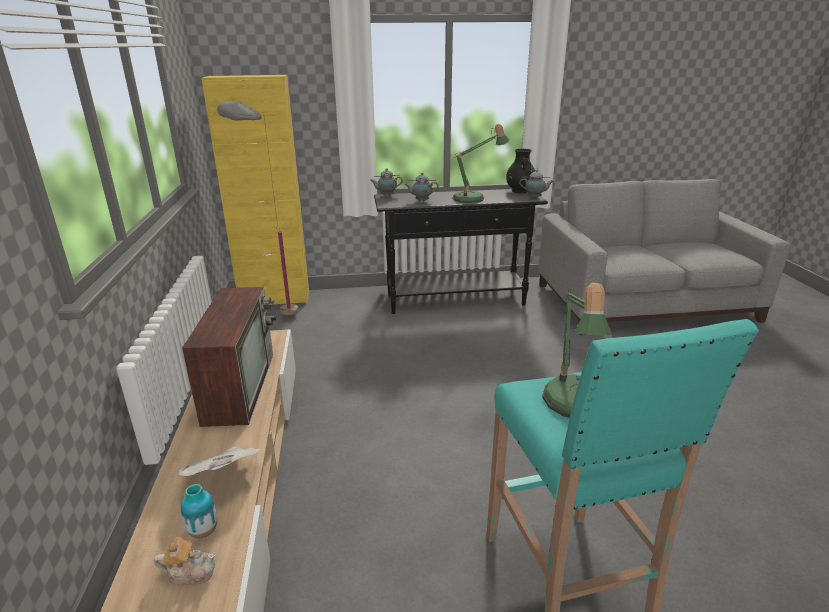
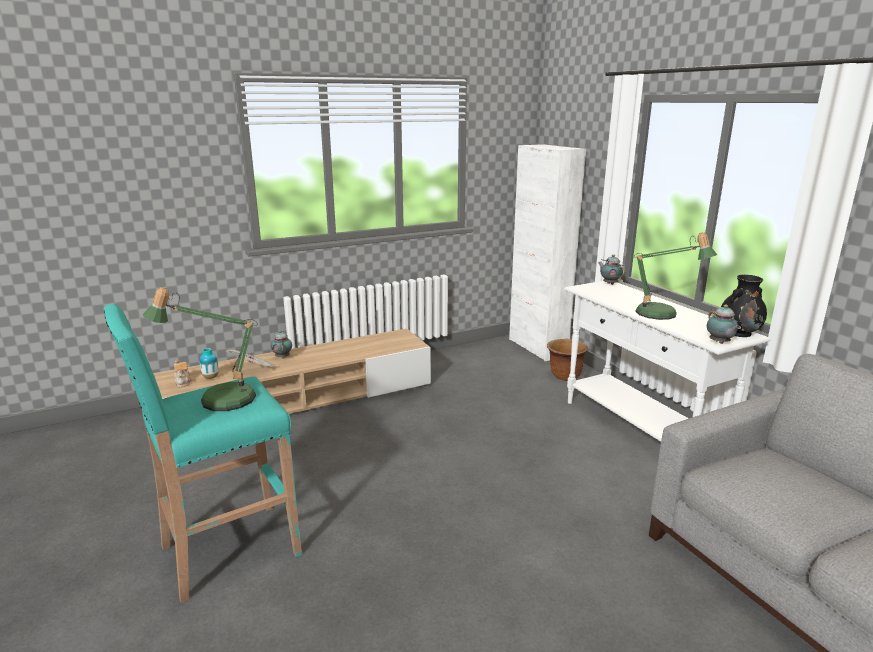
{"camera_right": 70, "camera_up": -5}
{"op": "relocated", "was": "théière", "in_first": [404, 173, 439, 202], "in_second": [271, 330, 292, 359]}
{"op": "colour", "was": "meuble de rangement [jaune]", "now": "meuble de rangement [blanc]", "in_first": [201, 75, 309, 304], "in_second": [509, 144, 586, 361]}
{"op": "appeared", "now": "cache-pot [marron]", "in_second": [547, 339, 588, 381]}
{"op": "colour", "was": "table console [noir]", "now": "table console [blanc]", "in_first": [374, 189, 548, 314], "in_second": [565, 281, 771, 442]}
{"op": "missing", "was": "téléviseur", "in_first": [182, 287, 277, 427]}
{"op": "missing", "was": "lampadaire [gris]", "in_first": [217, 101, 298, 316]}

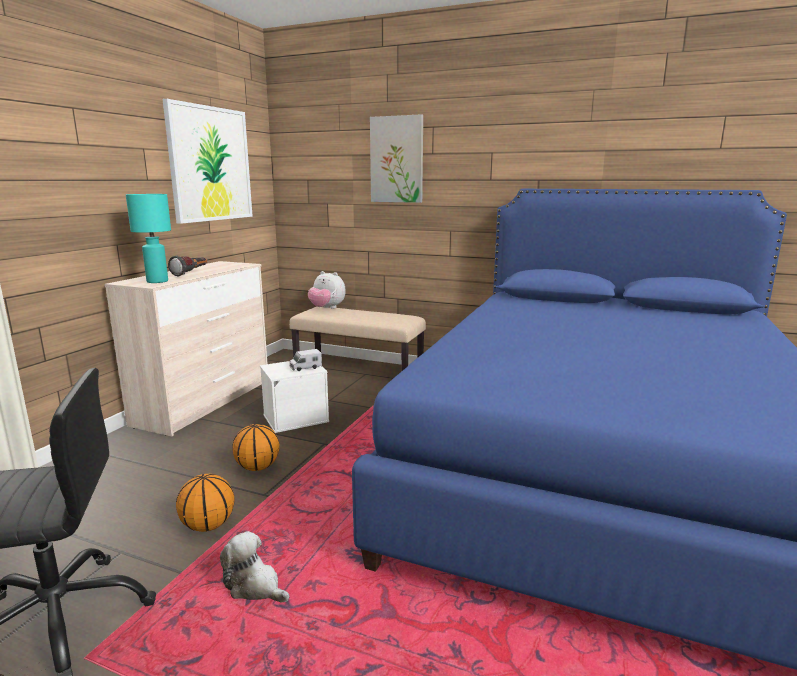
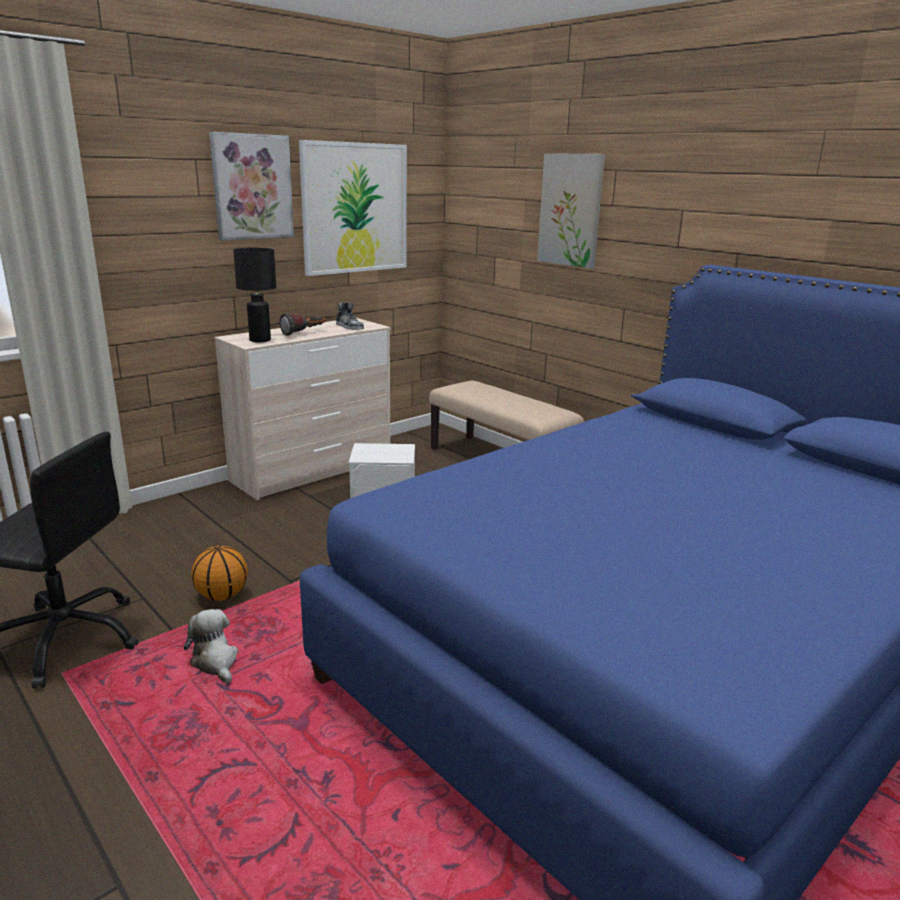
{"camera_right": 25, "camera_up": 5}
{"op": "appeared", "now": "tableau", "in_second": [209, 132, 294, 241]}
{"op": "colour", "was": "lampe de table [turquoise]", "now": "lampe de table [noir]", "in_first": [126, 194, 171, 283], "in_second": [233, 248, 276, 342]}
{"op": "appeared", "now": "chaussure", "in_second": [336, 303, 364, 330]}
{"op": "missing", "was": "ballon de basket", "in_first": [232, 424, 280, 471]}
{"op": "missing", "was": "camion jouet", "in_first": [289, 349, 322, 371]}
{"op": "missing", "was": "peluche", "in_first": [308, 271, 346, 309]}

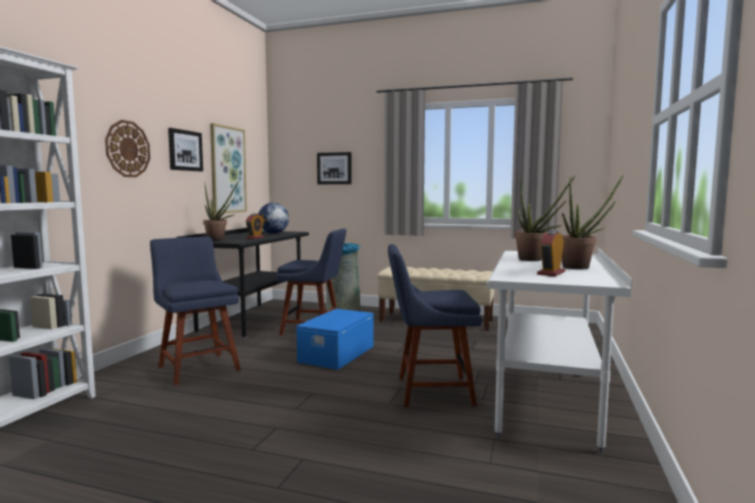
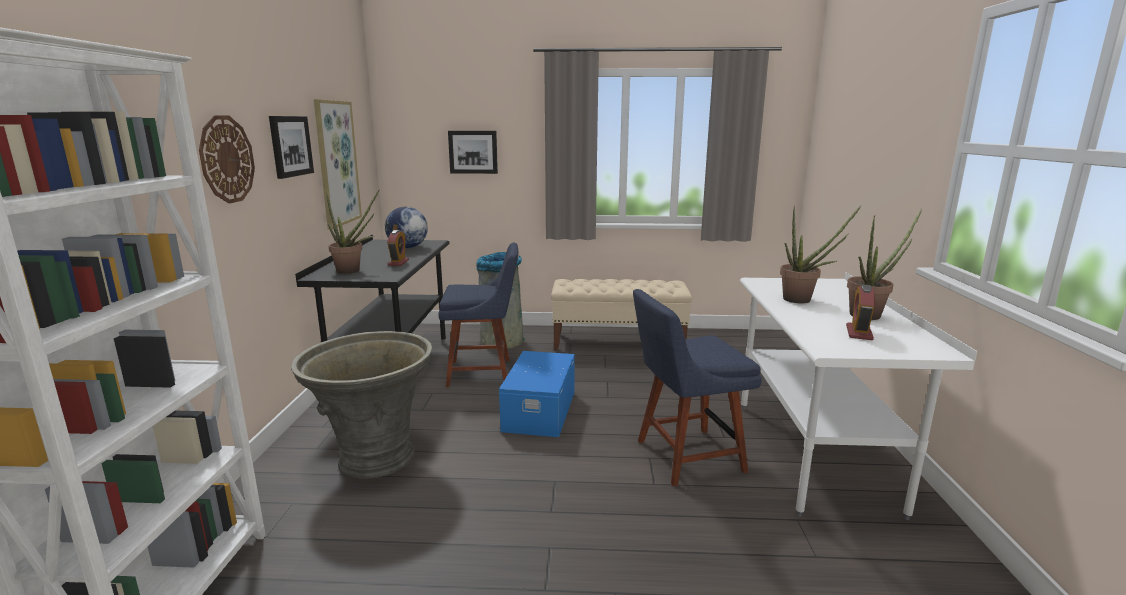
{"camera_right": -15, "camera_up": 10}
{"op": "exchanged", "was": "chaise [bleu]", "now": "cache-pot [gris]", "in_first": [150, 236, 241, 385], "in_second": [291, 331, 432, 479]}

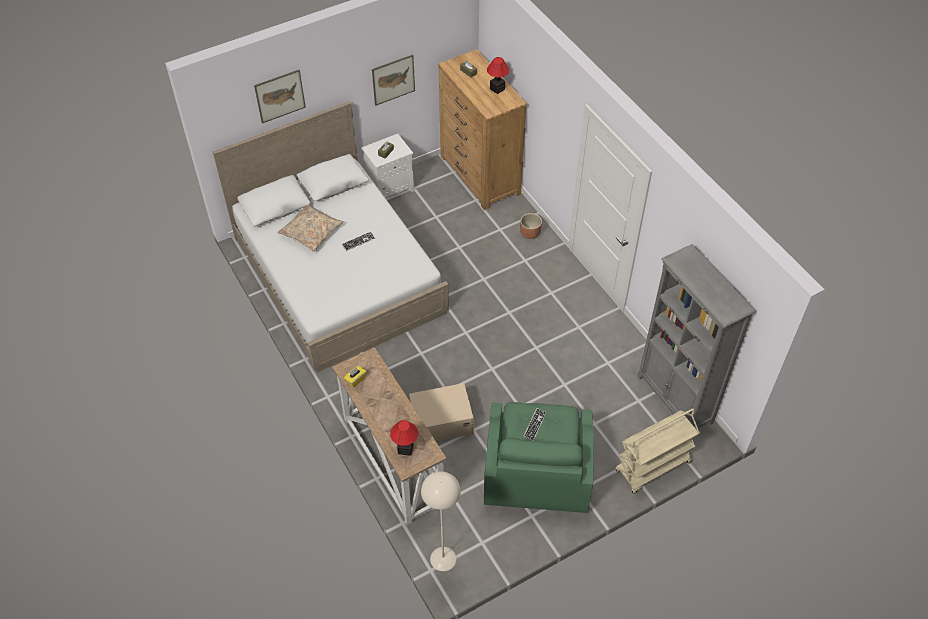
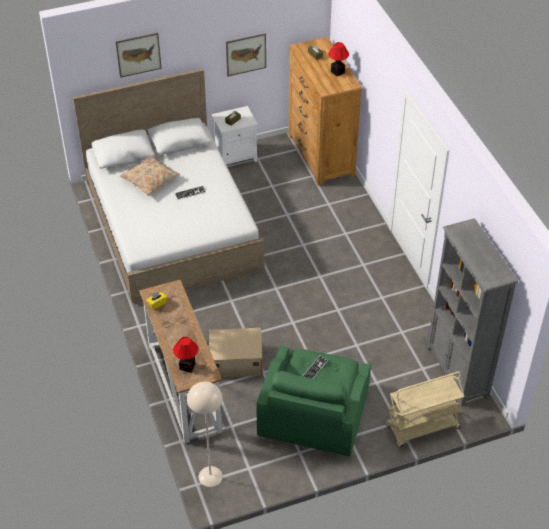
{"camera_right": 10, "camera_up": -5}
{"op": "missing", "was": "cache-pot [marron]", "in_first": [520, 213, 542, 239]}

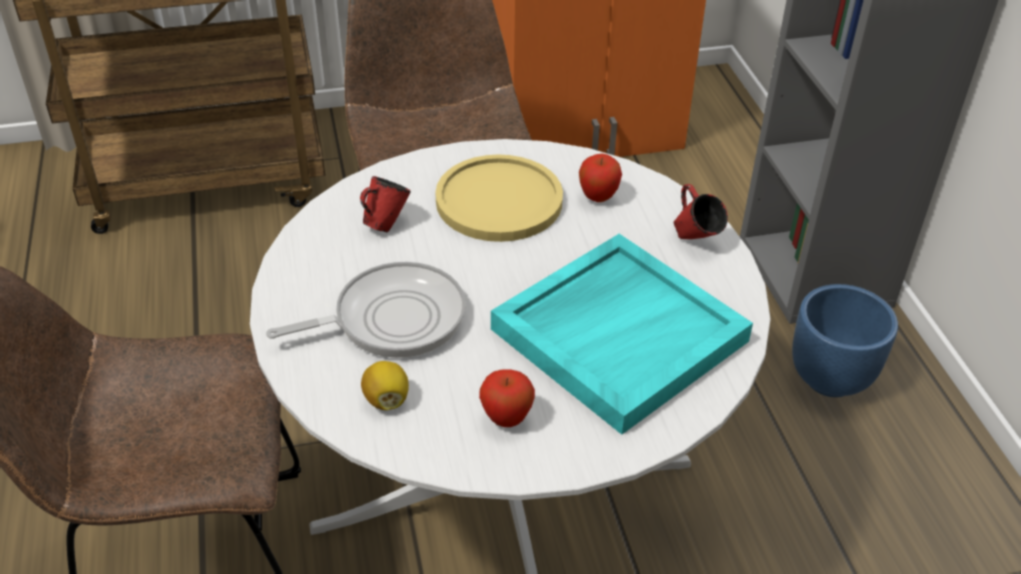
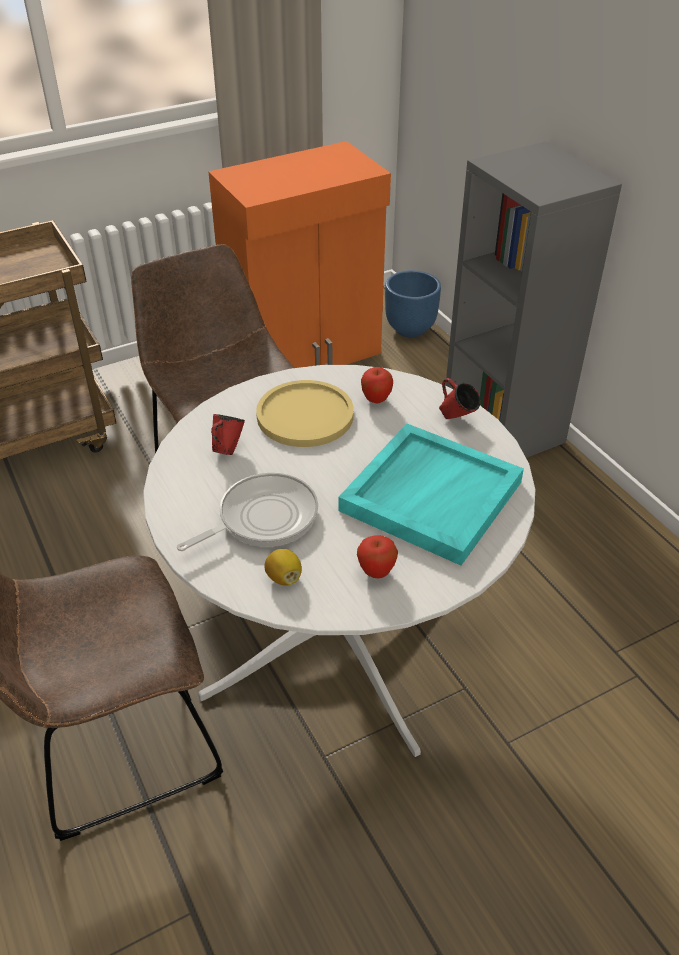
{"camera_right": -15, "camera_up": 0}
{"op": "relocated", "was": "cache-pot [bleu]", "in_first": [792, 284, 898, 397], "in_second": [385, 270, 441, 338]}

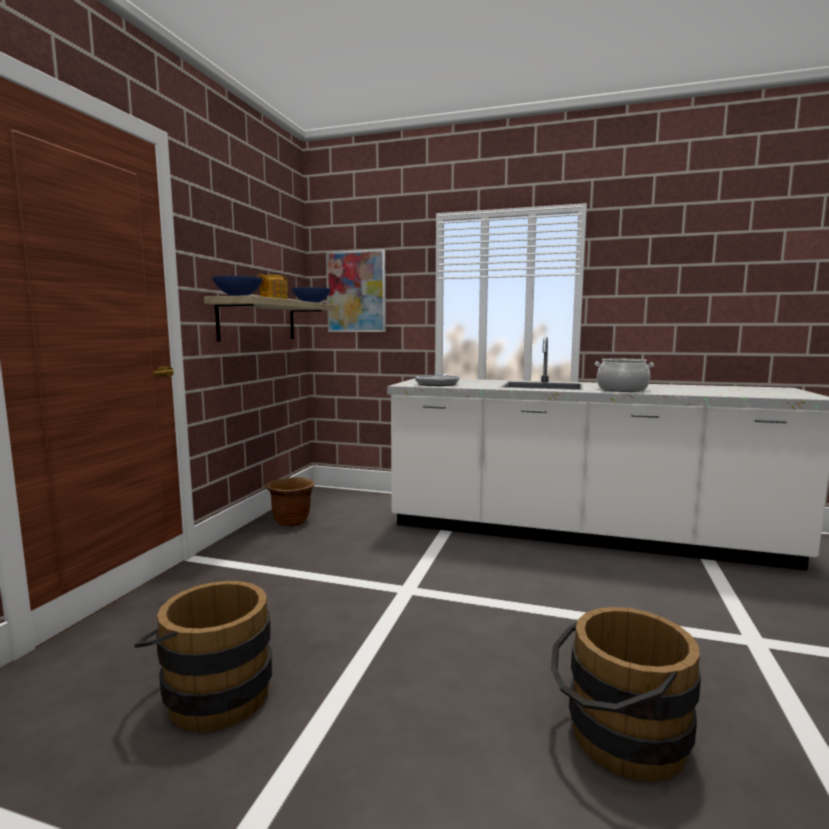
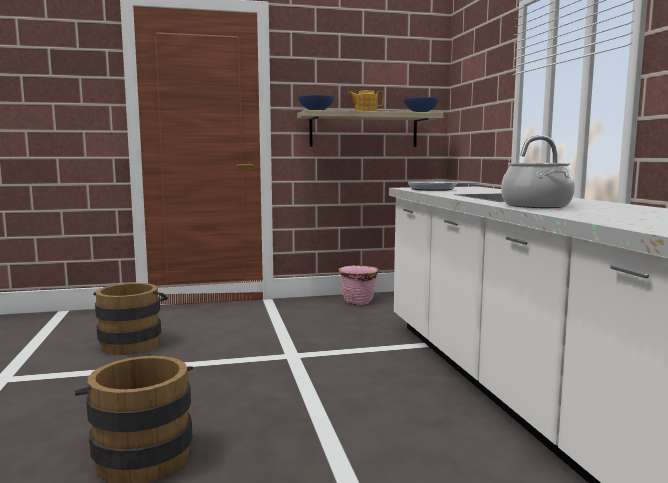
{"camera_right": 60, "camera_up": 0}
{"op": "colour", "was": "cache-pot [marron]", "now": "cache-pot [rose]", "in_first": [265, 477, 315, 526], "in_second": [338, 265, 379, 305]}
{"op": "missing", "was": "tableau", "in_first": [326, 249, 386, 332]}

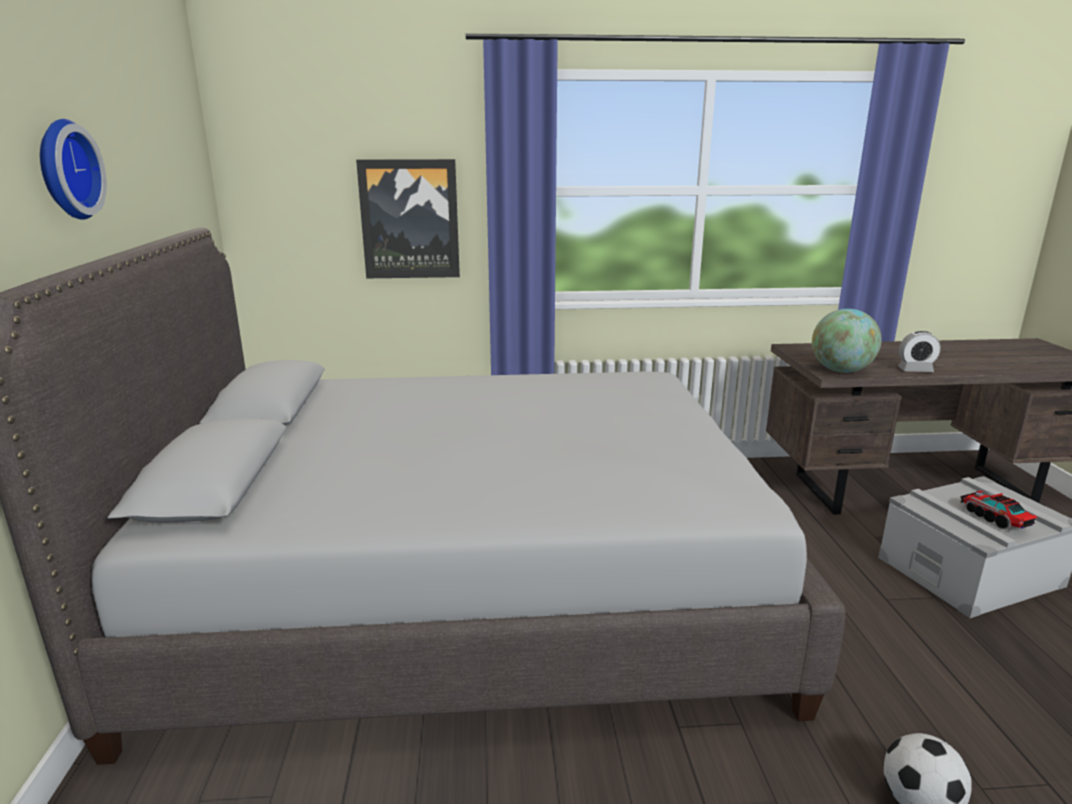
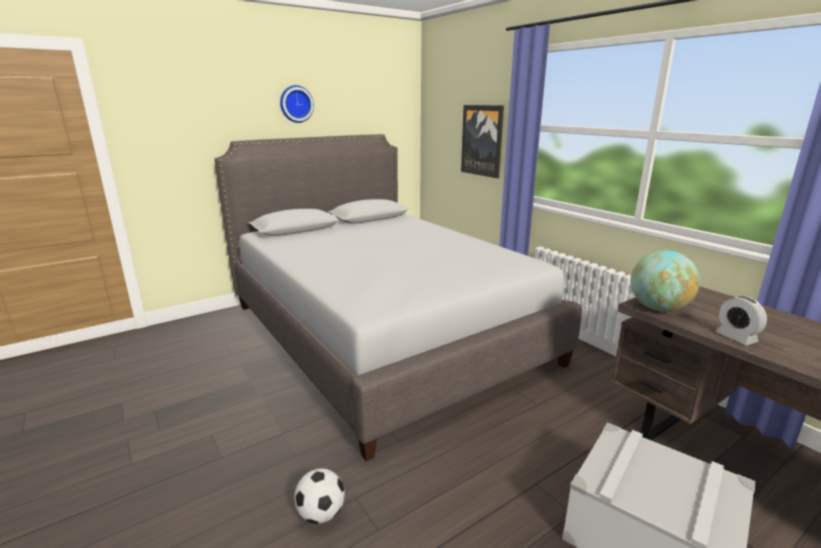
{"camera_right": 60, "camera_up": 0}
{"op": "missing", "was": "camion jouet", "in_first": [961, 490, 1038, 529]}

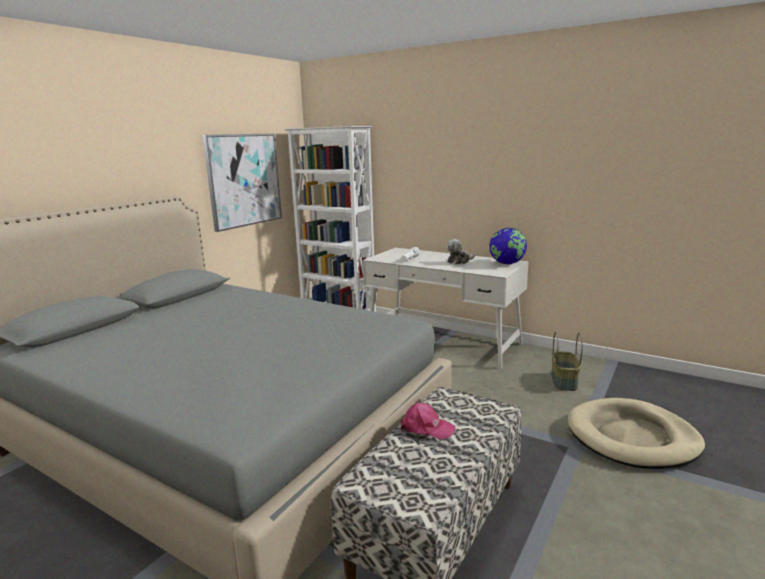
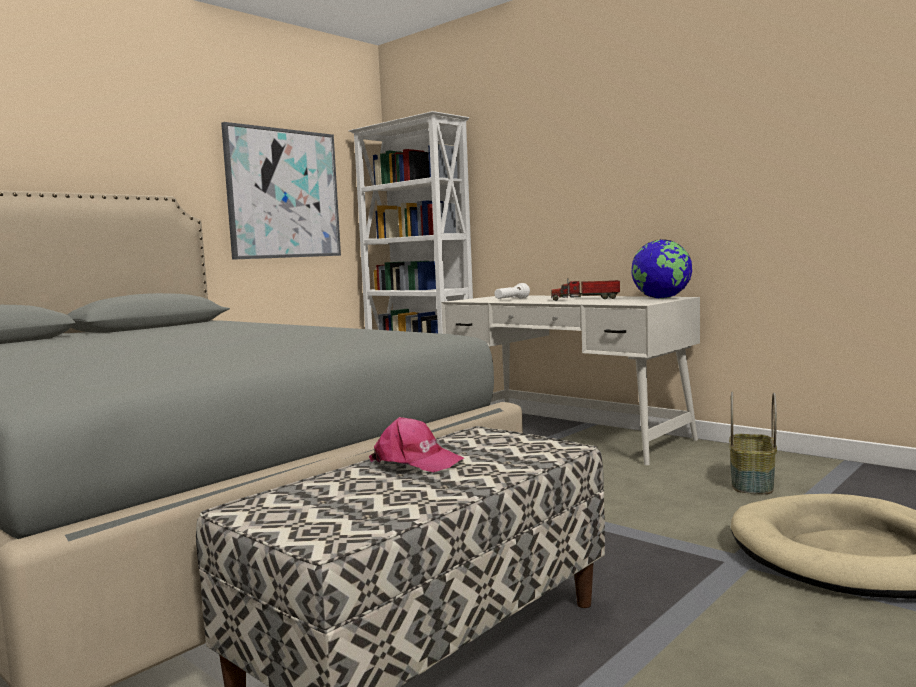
{"camera_right": 10, "camera_up": -10}
{"op": "exchanged", "was": "peluche", "now": "camion jouet", "in_first": [447, 239, 475, 265], "in_second": [551, 279, 620, 301]}

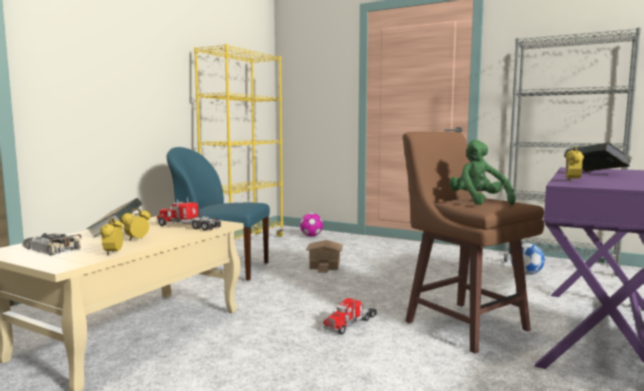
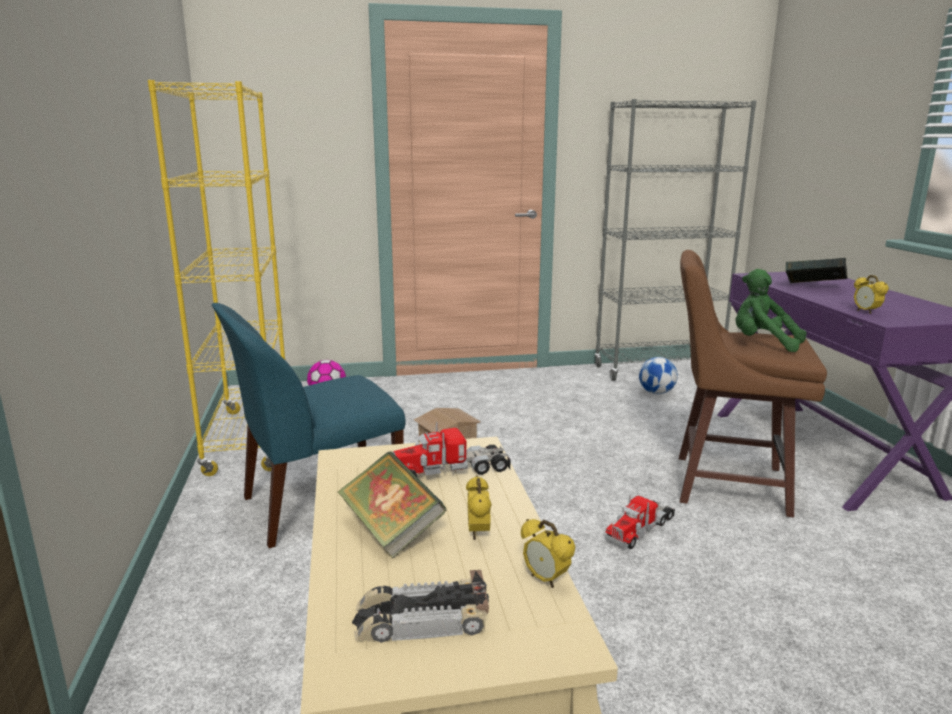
{"camera_right": -40, "camera_up": 10}
{"op": "spun", "was": "camion jouet", "in_first": [323, 297, 377, 335], "in_second": [605, 495, 675, 549], "clockwise": 45}

